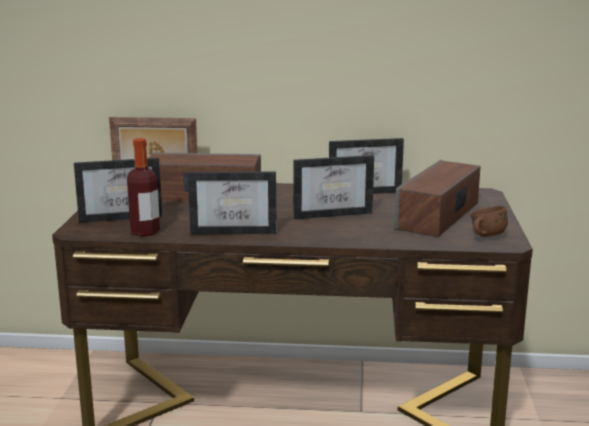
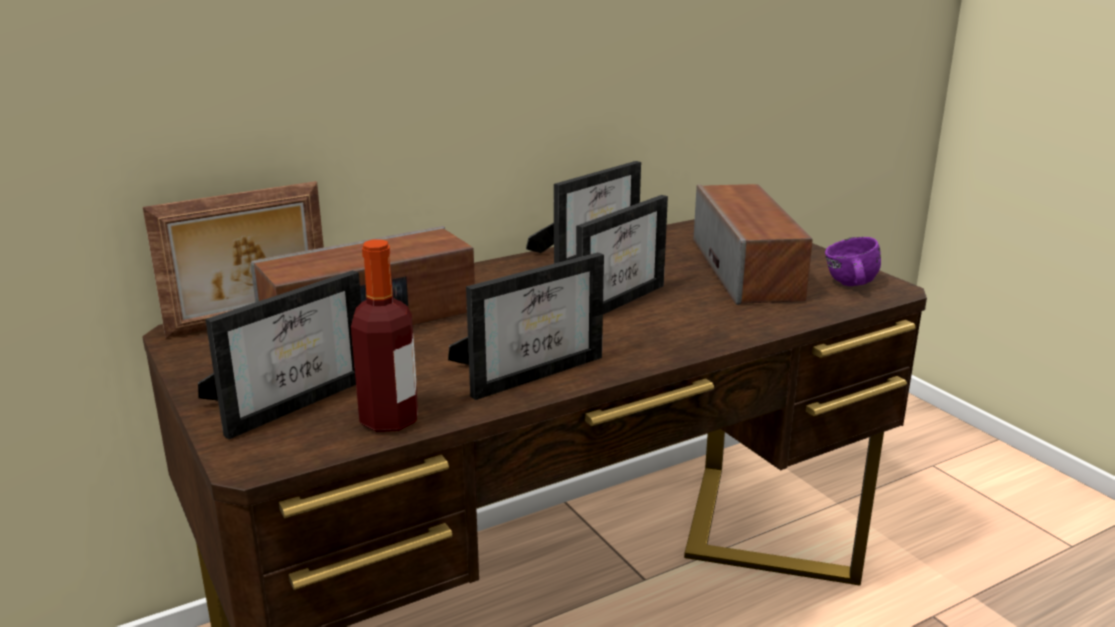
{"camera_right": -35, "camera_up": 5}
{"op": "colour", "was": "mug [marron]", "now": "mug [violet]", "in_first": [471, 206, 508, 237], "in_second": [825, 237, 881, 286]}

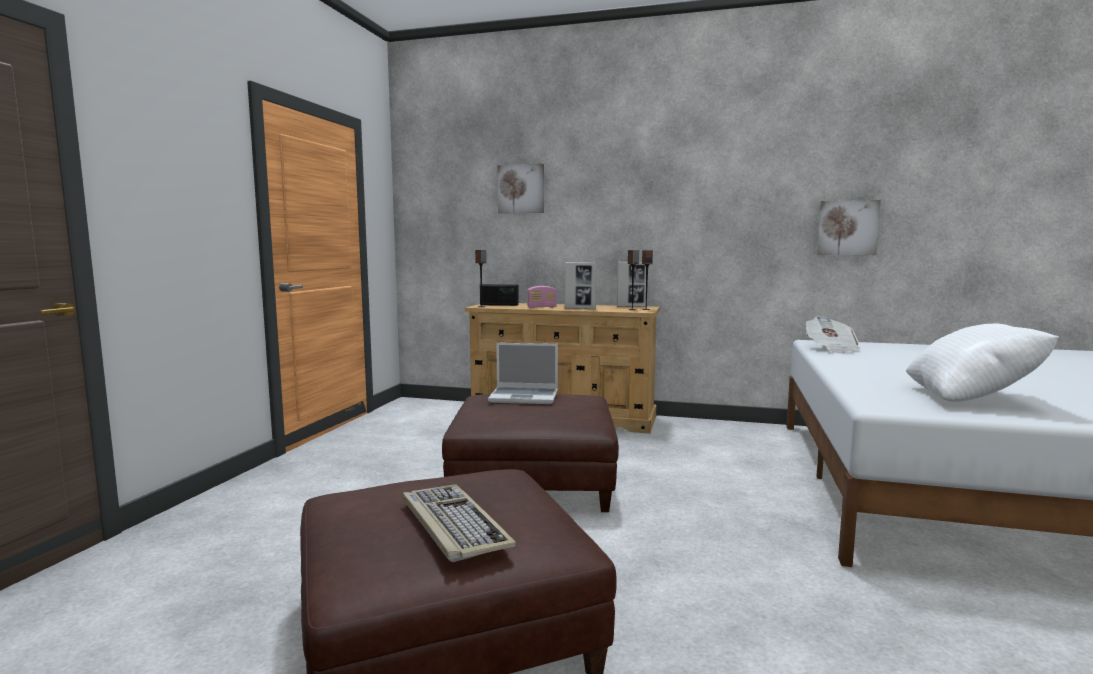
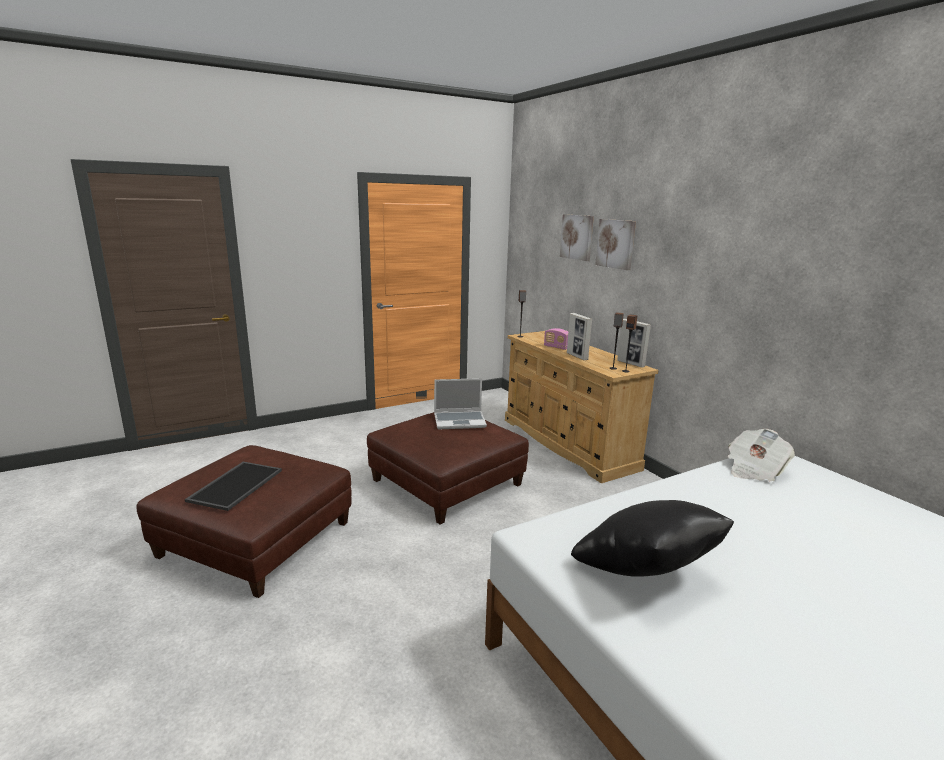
{"camera_right": 45, "camera_up": 10}
{"op": "exchanged", "was": "clavier", "now": "plateau", "in_first": [402, 484, 516, 562], "in_second": [185, 462, 282, 511]}
{"op": "spun", "was": "ordinateur portable", "in_first": [488, 343, 558, 404], "in_second": [434, 378, 487, 429], "clockwise": -60}
{"op": "colour", "was": "coussin [blanc]", "now": "coussin [noir]", "in_first": [906, 323, 1059, 402], "in_second": [571, 500, 734, 577]}
{"op": "relocated", "was": "tableau", "in_first": [817, 200, 881, 255], "in_second": [595, 219, 636, 270]}
{"op": "missing", "was": "radio", "in_first": [480, 284, 519, 306]}

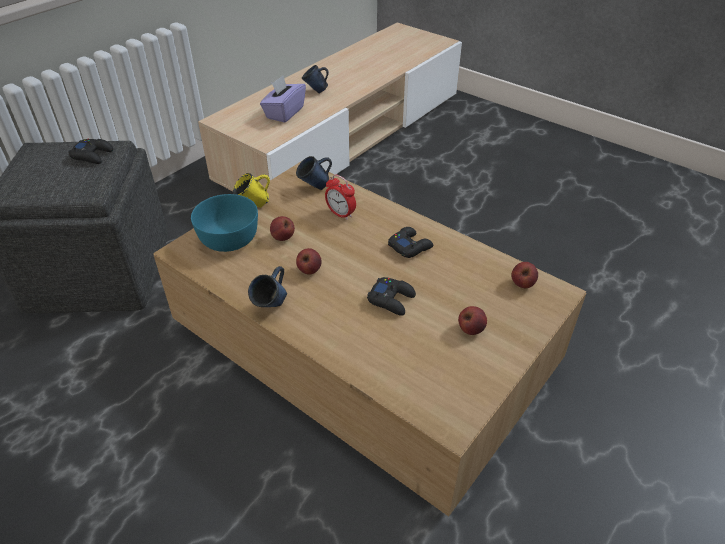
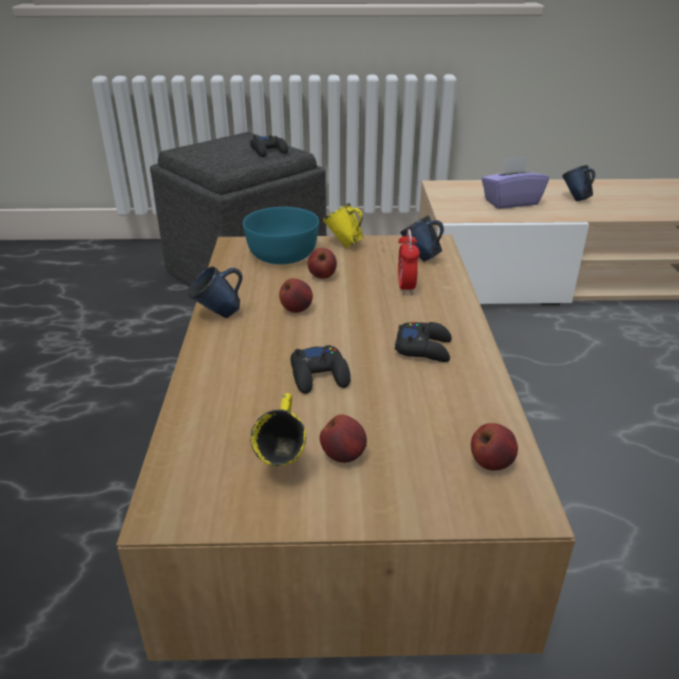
{"camera_right": 50, "camera_up": -10}
{"op": "appeared", "now": "mug [jaune]", "in_second": [251, 393, 306, 466]}

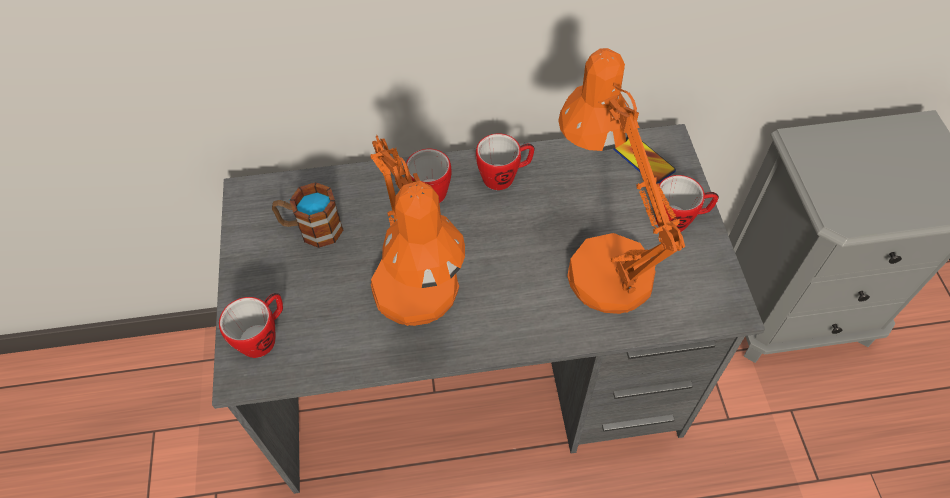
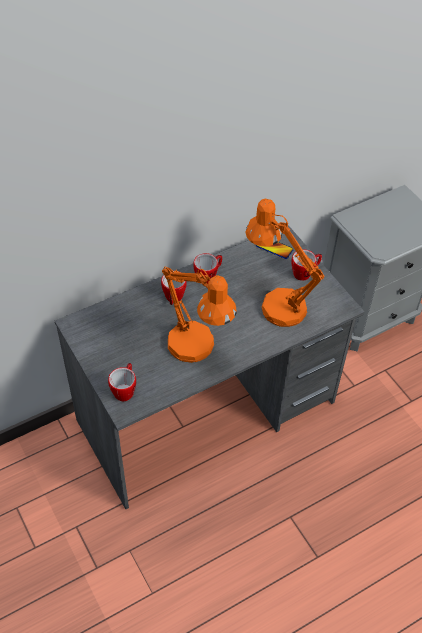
{"camera_right": -25, "camera_up": -5}
{"op": "missing", "was": "mug", "in_first": [272, 182, 343, 248]}

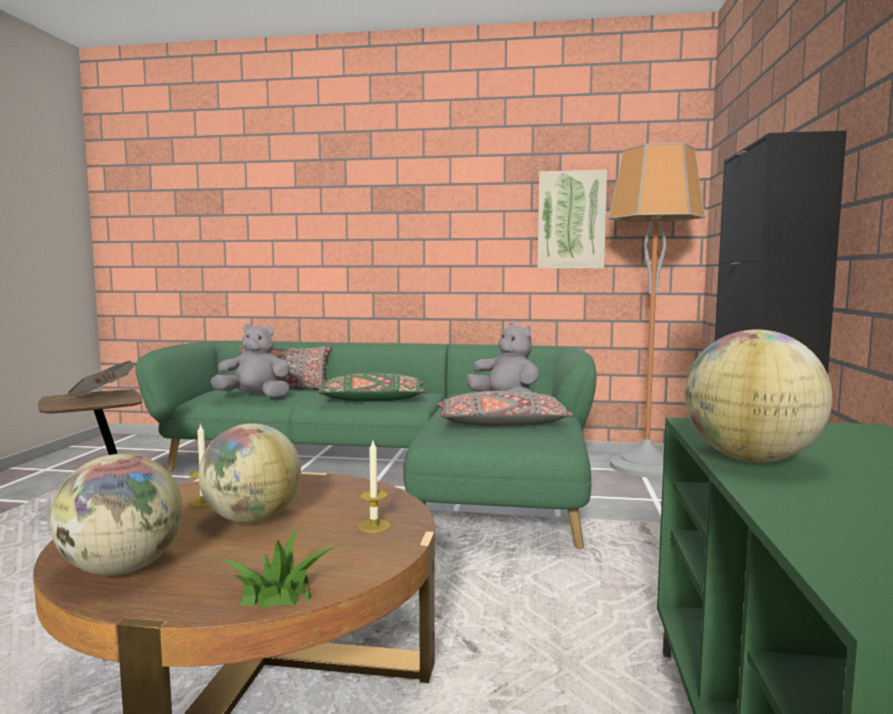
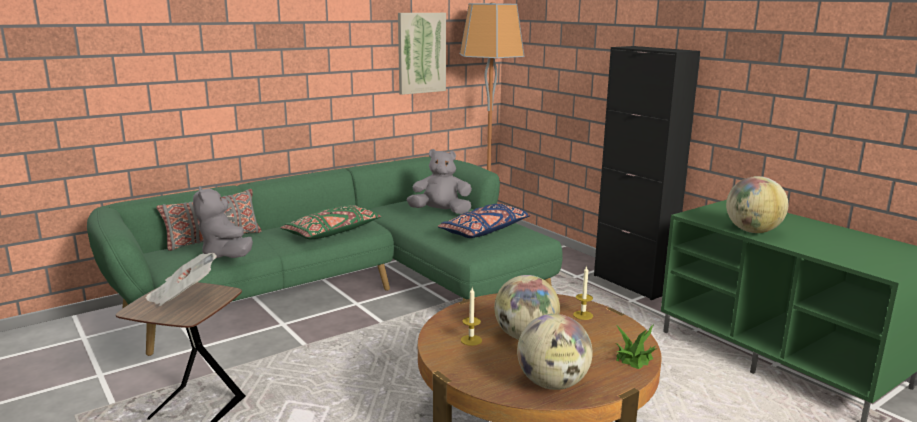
{"camera_right": -45, "camera_up": 10}
{"op": "spun", "was": "peluche [gris]", "in_first": [211, 324, 291, 398], "in_second": [193, 186, 253, 258], "clockwise": -75}
{"op": "colour", "was": "coussin [gris]", "now": "coussin [bleu]", "in_first": [437, 390, 573, 426], "in_second": [438, 204, 531, 238]}

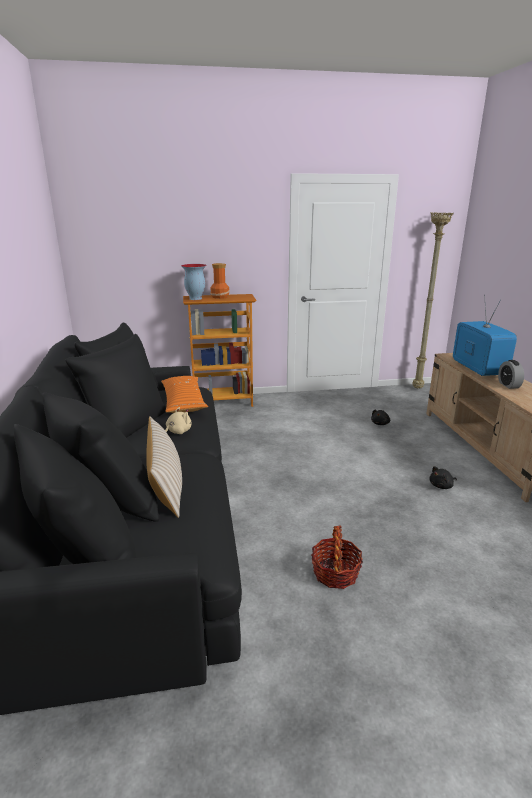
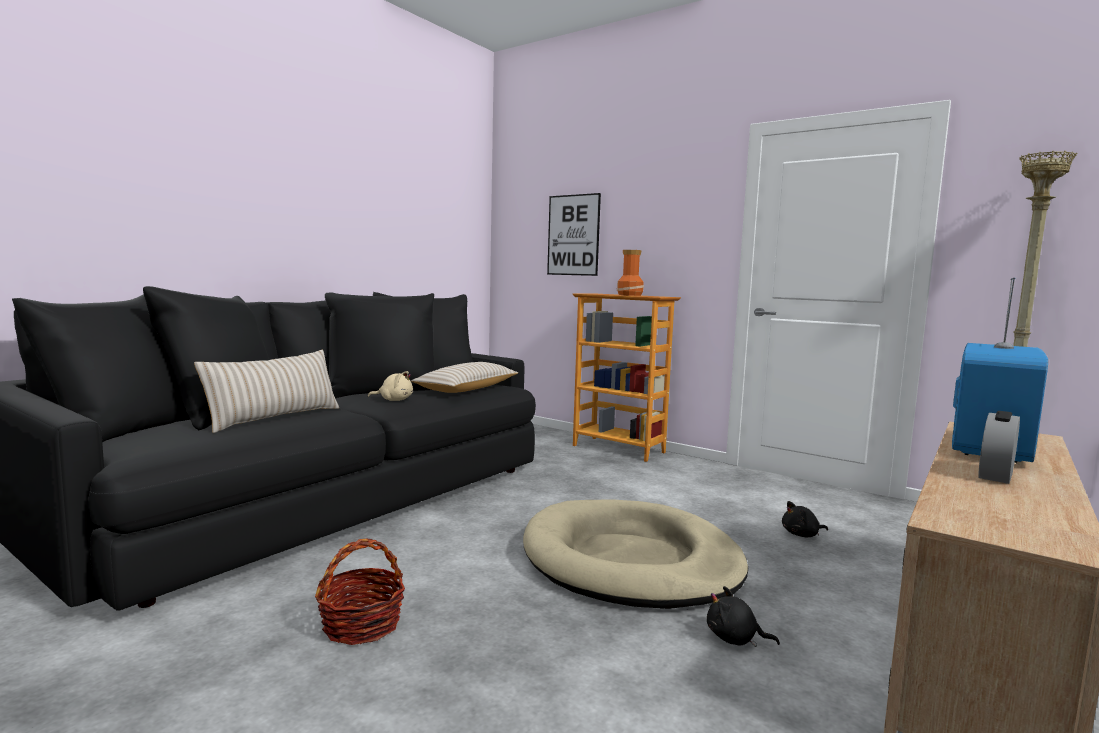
{"camera_right": 45, "camera_up": -15}
{"op": "colour", "was": "coussin [orange]", "now": "coussin [beige]", "in_first": [161, 376, 208, 413], "in_second": [411, 362, 518, 393]}
{"op": "appeared", "now": "panier pour chien [beige]", "in_second": [523, 499, 748, 609]}
{"op": "appeared", "now": "tableau", "in_second": [547, 193, 601, 276]}
{"op": "missing", "was": "vase", "in_first": [181, 264, 206, 300]}

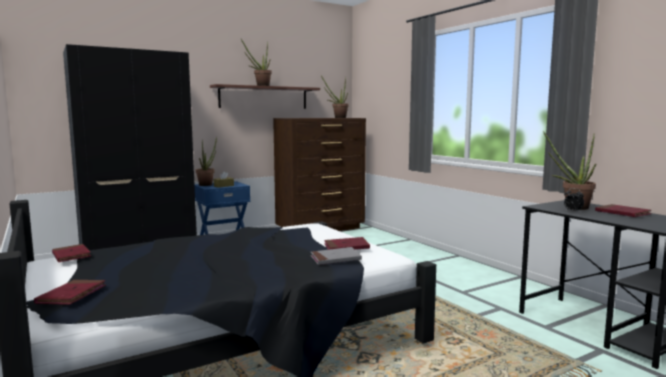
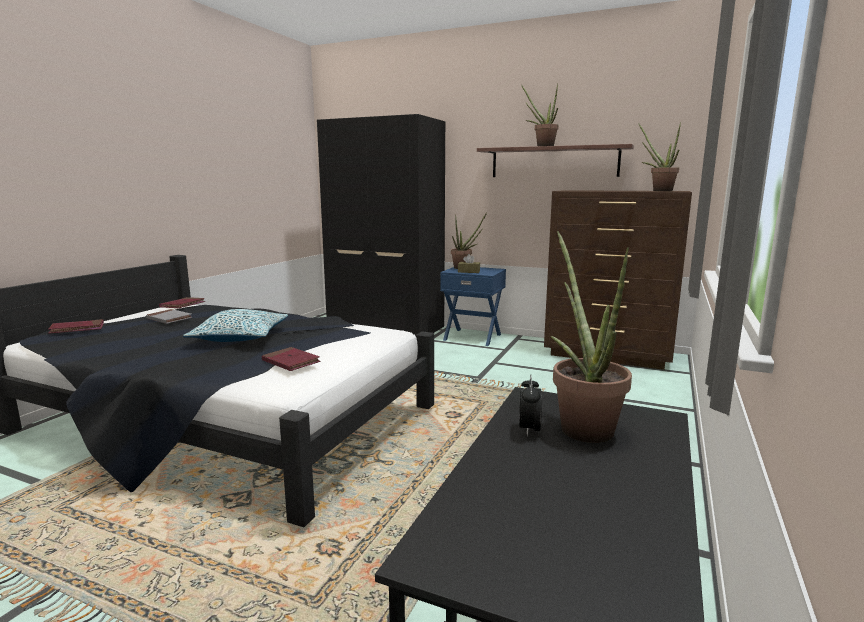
{"camera_right": 55, "camera_up": 5}
{"op": "relocated", "was": "livre [gris]", "in_first": [311, 247, 362, 265], "in_second": [146, 309, 192, 324]}
{"op": "appeared", "now": "coussin", "in_second": [183, 309, 288, 342]}
{"op": "missing", "was": "livre [rouge]", "in_first": [595, 204, 652, 217]}

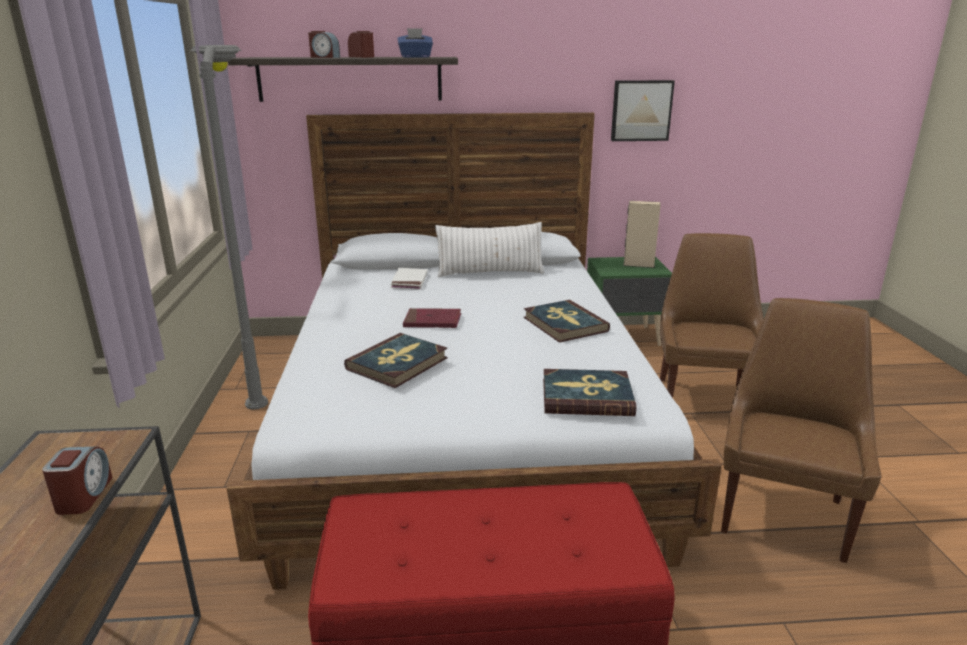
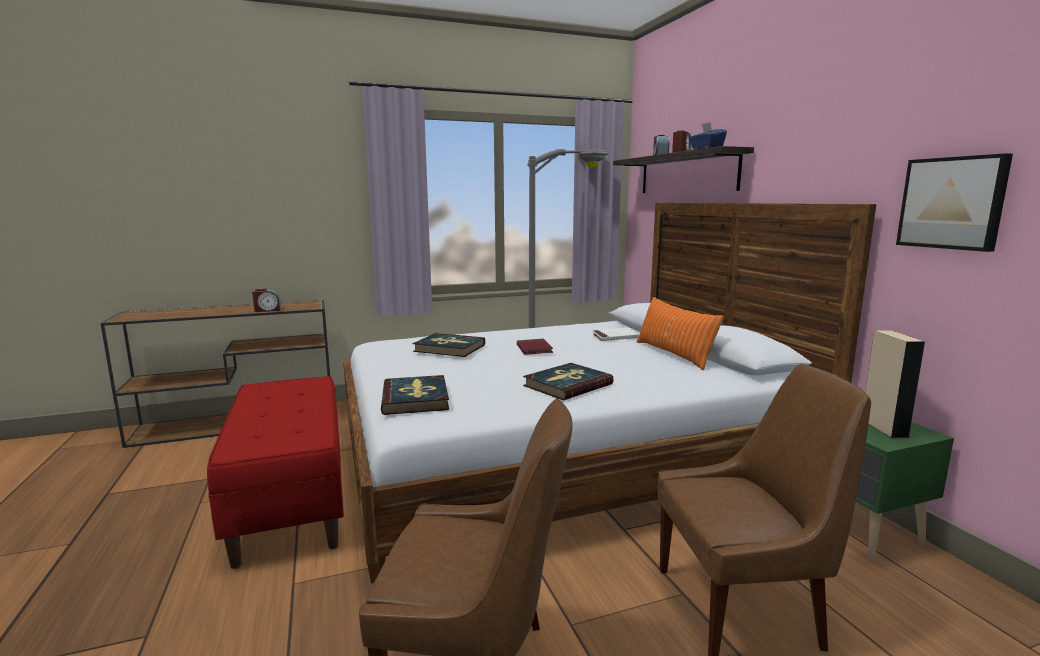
{"camera_right": 75, "camera_up": -10}
{"op": "colour", "was": "coussin [blanc]", "now": "coussin [orange]", "in_first": [435, 222, 544, 277], "in_second": [637, 297, 724, 370]}

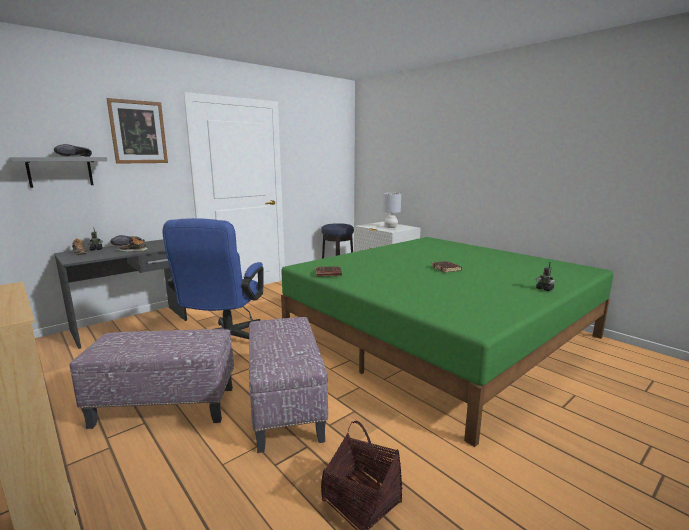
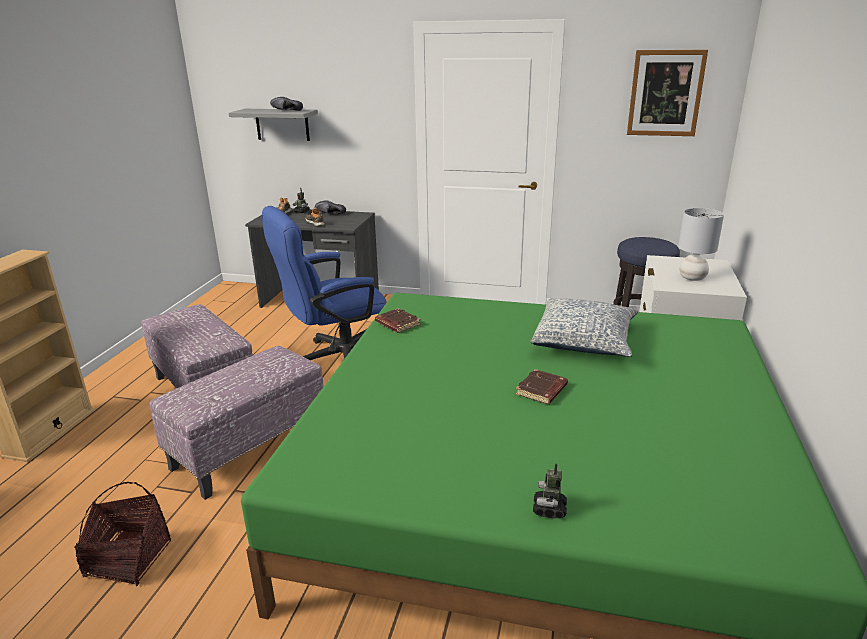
{"camera_right": 55, "camera_up": 10}
{"op": "appeared", "now": "coussin", "in_second": [530, 299, 638, 357]}
{"op": "relocated", "was": "tableau", "in_first": [106, 98, 168, 164], "in_second": [627, 50, 708, 136]}

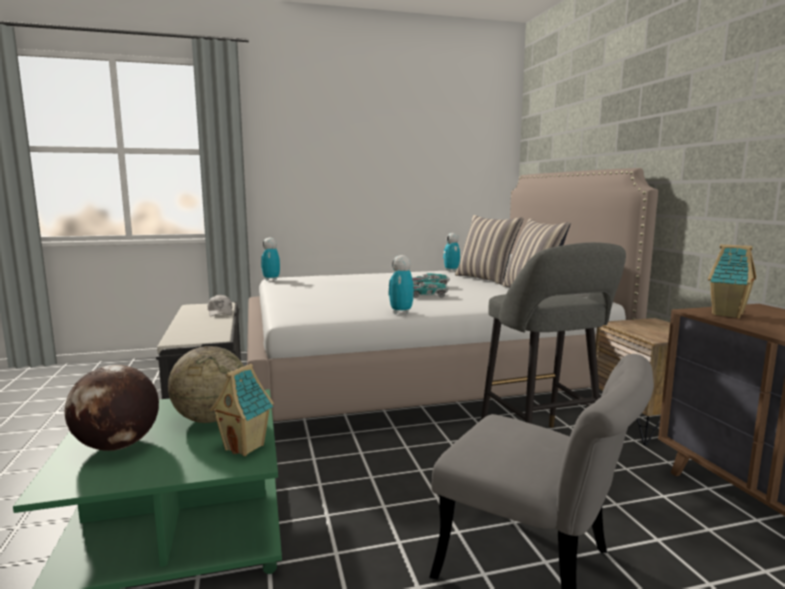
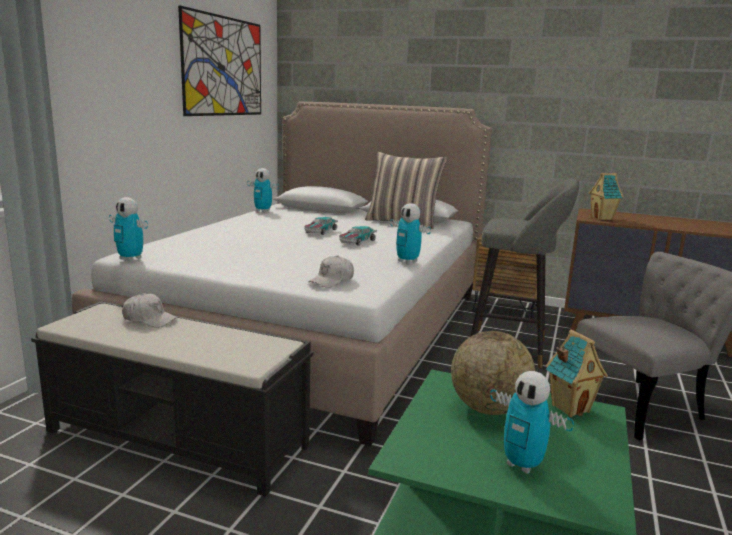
{"camera_right": -55, "camera_up": 5}
{"op": "appeared", "now": "tableau", "in_second": [178, 5, 261, 116]}
{"op": "appeared", "now": "casquette [blanc]", "in_second": [308, 255, 354, 288]}
{"op": "exchanged", "was": "globe", "now": "robot jouet", "in_first": [65, 365, 159, 451], "in_second": [490, 371, 574, 474]}
{"op": "missing", "was": "coussin", "in_first": [455, 215, 524, 285]}

